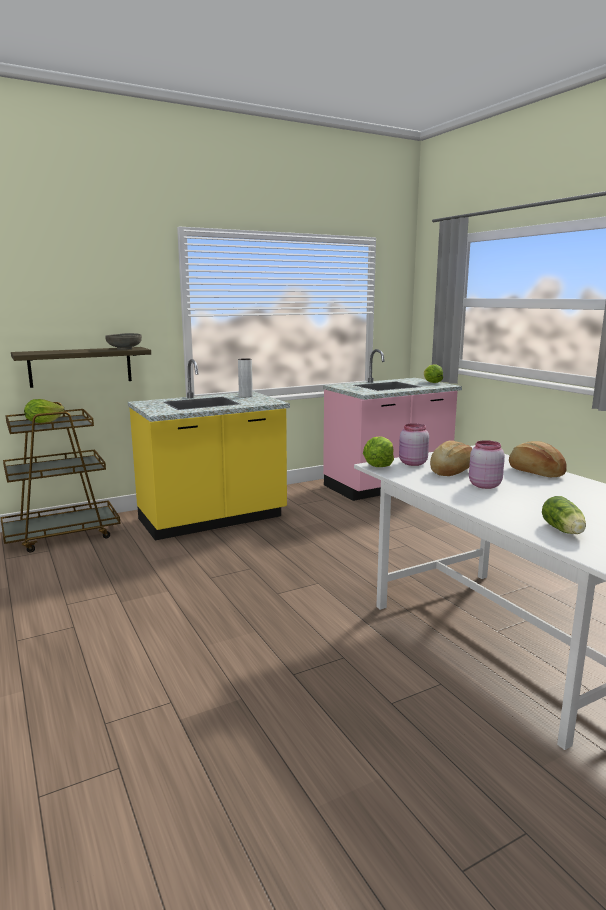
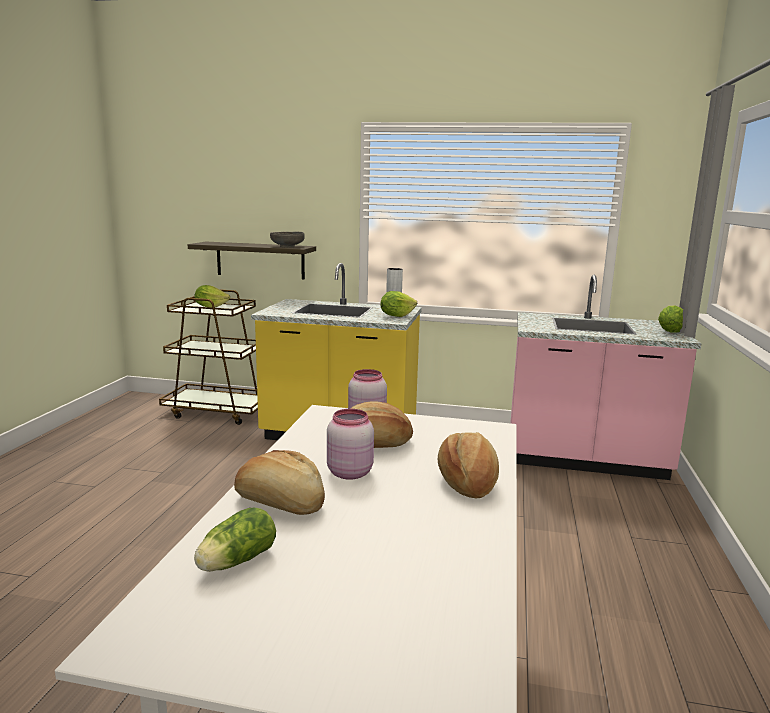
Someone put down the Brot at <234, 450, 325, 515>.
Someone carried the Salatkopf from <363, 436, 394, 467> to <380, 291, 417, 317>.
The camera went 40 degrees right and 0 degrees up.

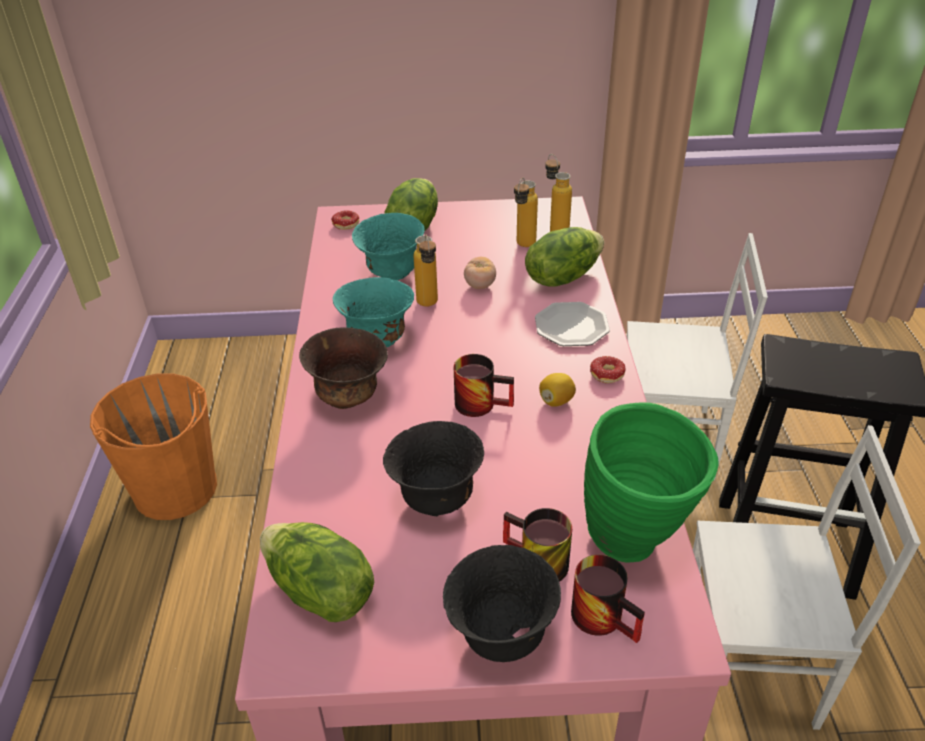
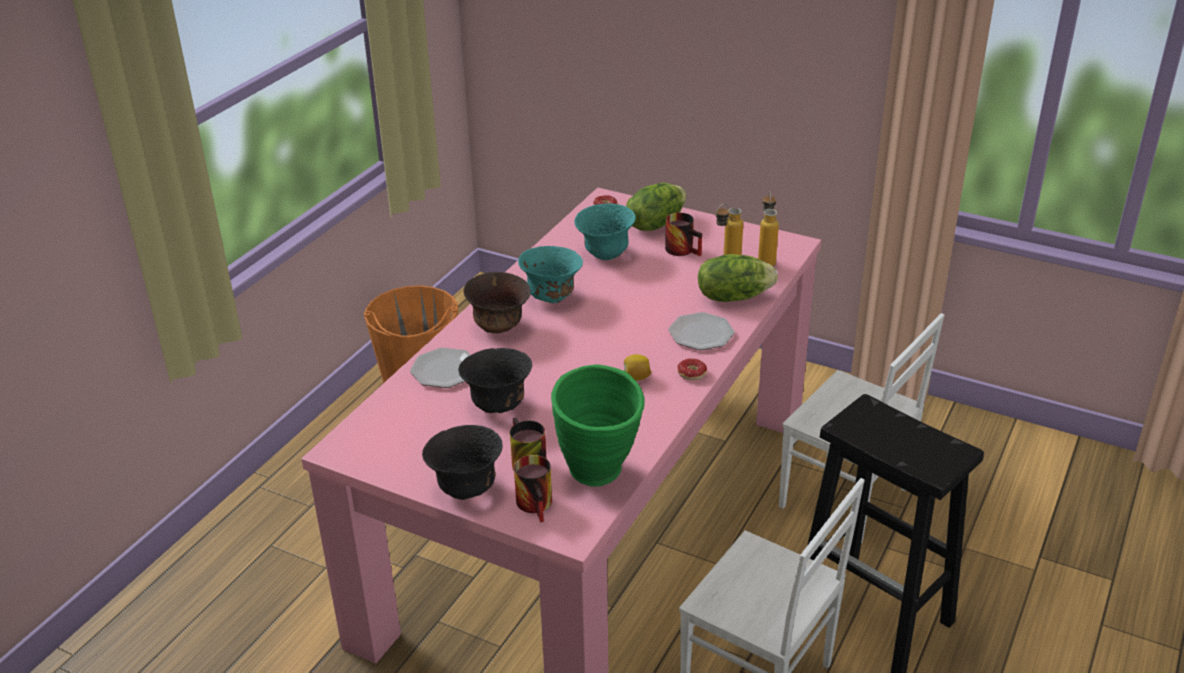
Someone took away the Salatkopf at <260, 522, 374, 622>.
Someone took away the Flasche at <414, 235, 438, 307>.
Someone took away the Tomate at <464, 257, 496, 289>.
Someone put down the Teller at <410, 348, 471, 388>.
Someone carried the Henkelbecher from <454, 354, 514, 417> to <665, 213, 702, 256>.
The camera went 30 degrees right and 5 degrees down.

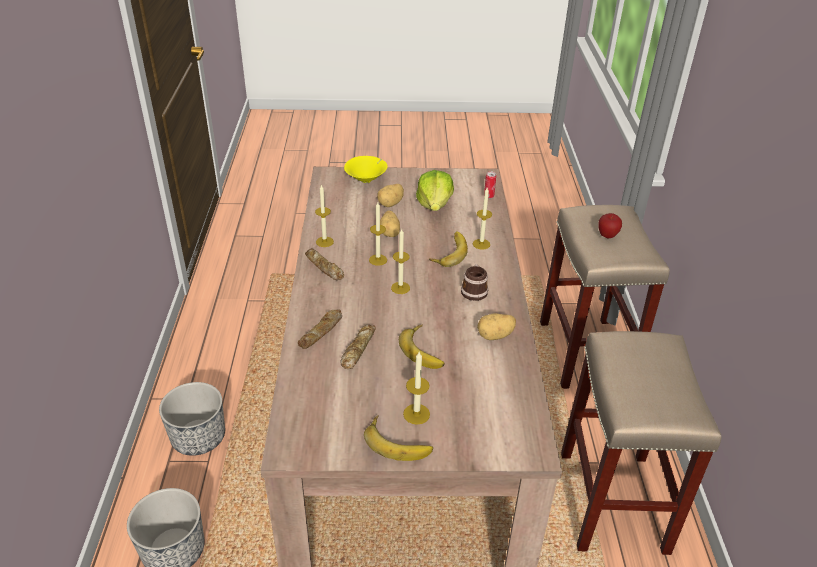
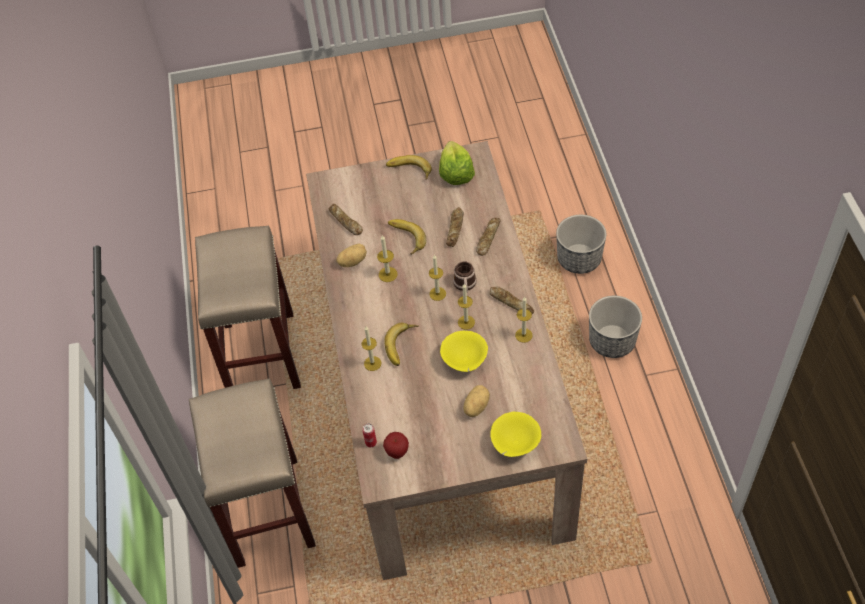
Someone put down the Brot at <329, 204, 363, 235>.
Someone carried the Kerze from <403, 352, 430, 425> to <377, 235, 398, 282>.
Someone carried the Salatkopf from <416, 170, 454, 211> to <439, 141, 475, 185>.
Someone carried the Henkelbecher from <461, 264, 488, 301> to <453, 262, 477, 293>.
Someone carried the Apfel from <598, 213, 622, 238> to <383, 432, 409, 459>.
Someone swapped the Kartoffel at <380, 210, 400, 237> for the Schüssel [gelb] at <440, 331, 488, 372>.
The camera went 175 degrees right and 15 degrees up.

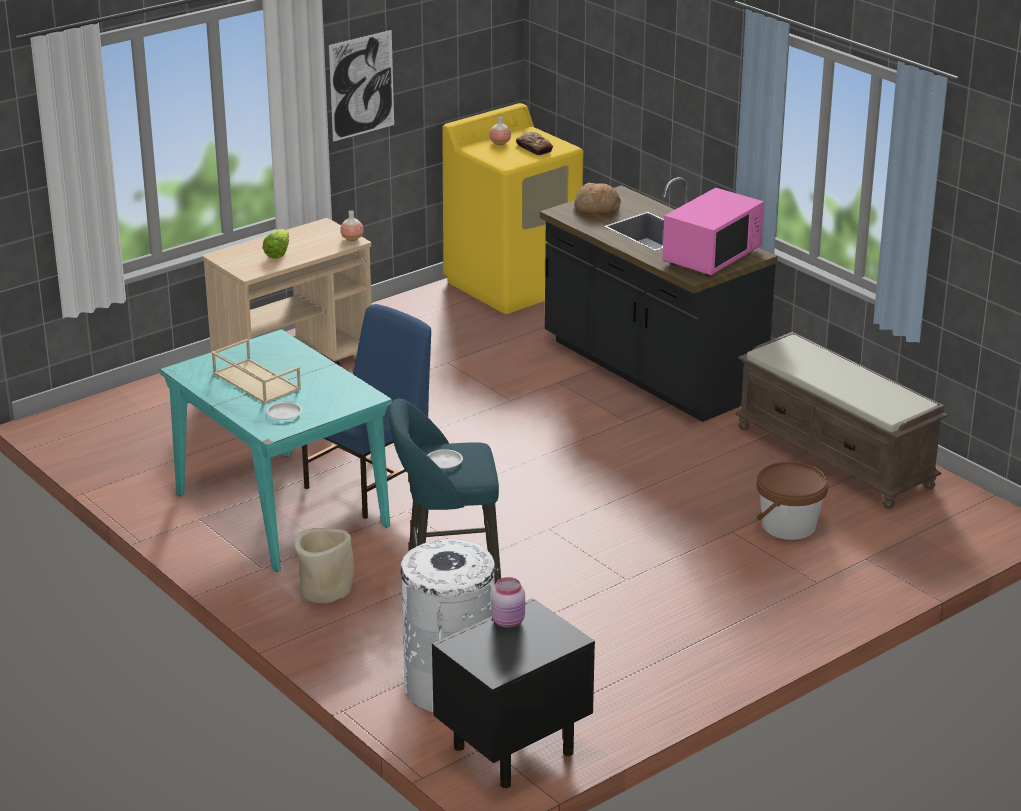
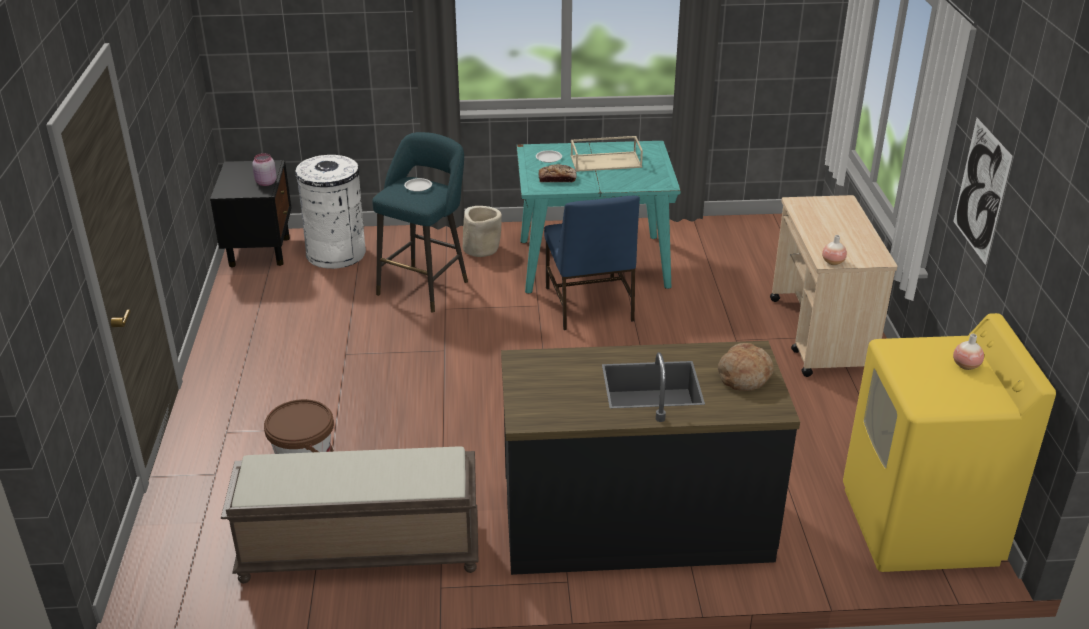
Someone took away the Salatkopf at <263, 229, 289, 259>.
Someone took away the Mikrowelle [rosa] at <662, 188, 764, 277>.
Someone carried the Brot from <516, 132, 553, 155> to <539, 164, 577, 182>.
The camera went 125 degrees right and 5 degrees up.

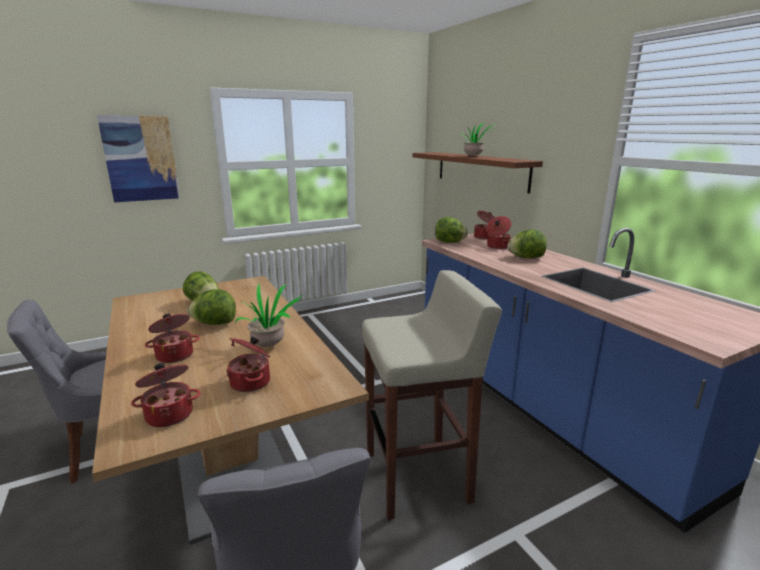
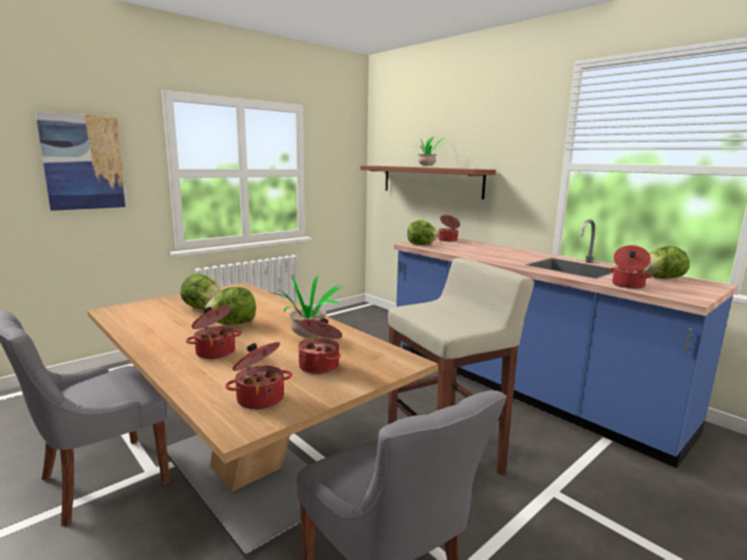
Someone carried the Kochtopf from <487, 216, 511, 249> to <608, 245, 653, 289>.
Someone carried the Salatkopf from <507, 229, 547, 258> to <644, 246, 690, 279>.
The camera went 15 degrees left and 5 degrees down.

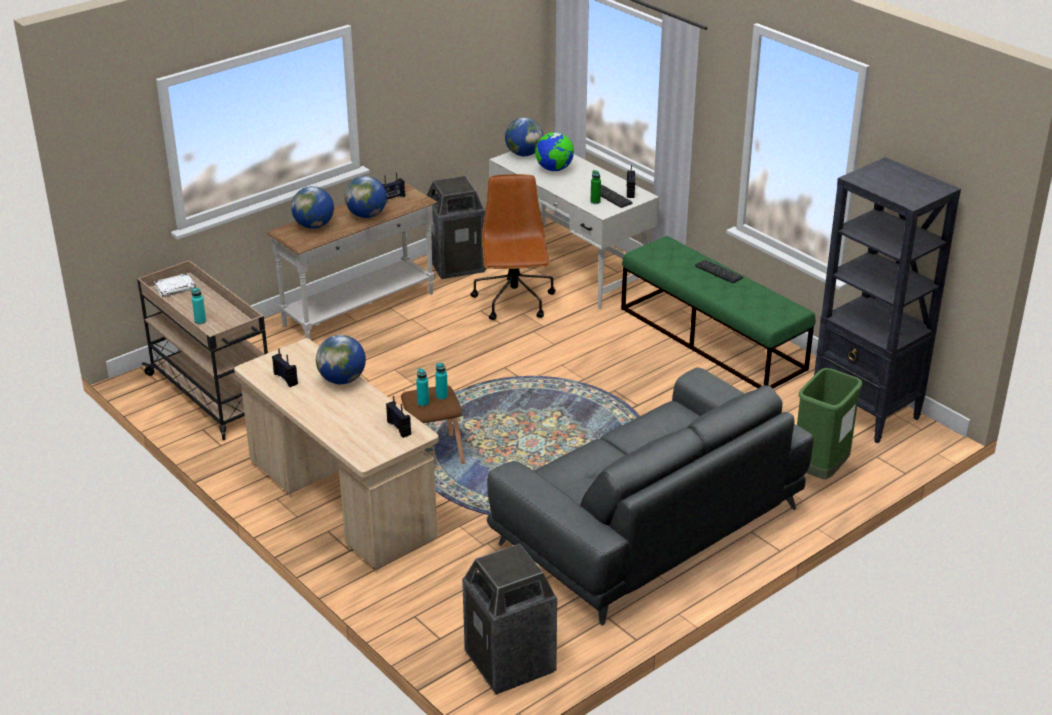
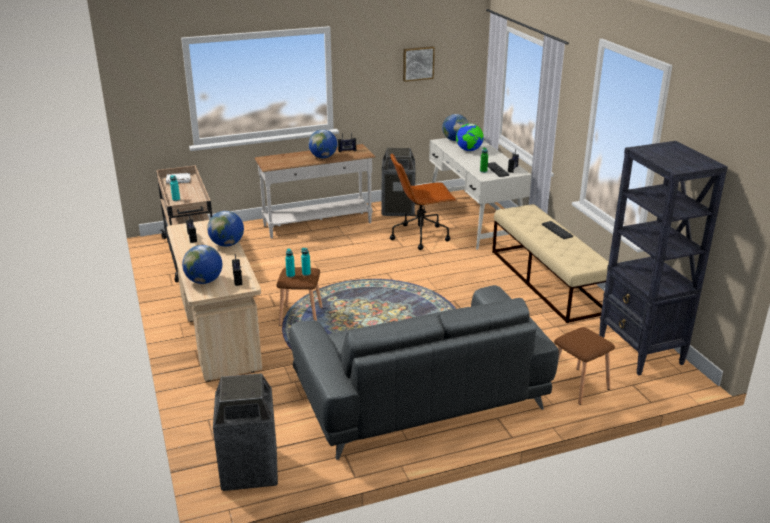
Someone put up the Bild at <403, 46, 435, 82>.
Someone carried the Globus from <291, 186, 334, 229> to <182, 245, 222, 284>.
Someone swapped the Mülleimer [grün] at <797, 368, 862, 479> for the Hocker [braun] at <550, 327, 615, 405>.
Someone repainted the Bank [grün] at <621, 236, 815, 389>, which became the Bank [beige] at <492, 204, 609, 323>.
Someone rotated the Bürostuhl [braun] at <470, 174, 556, 320> by 120 degrees counterclockwise.
The camera went 20 degrees right and 5 degrees down.

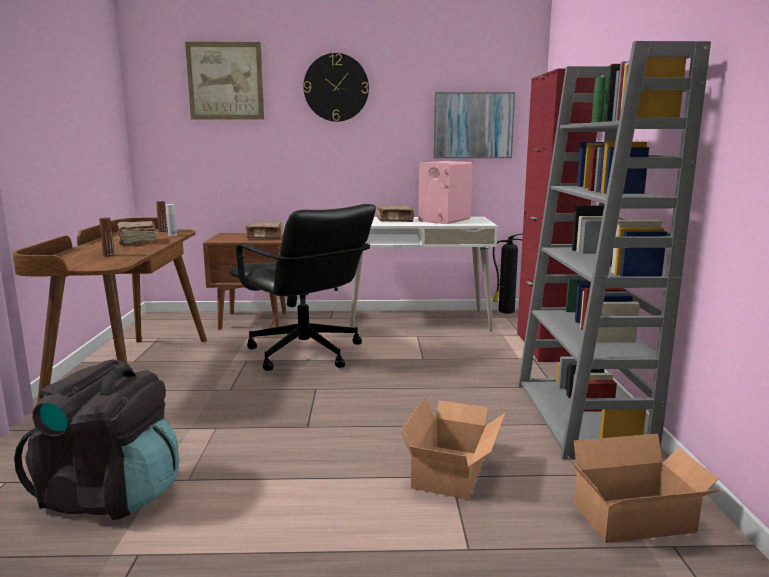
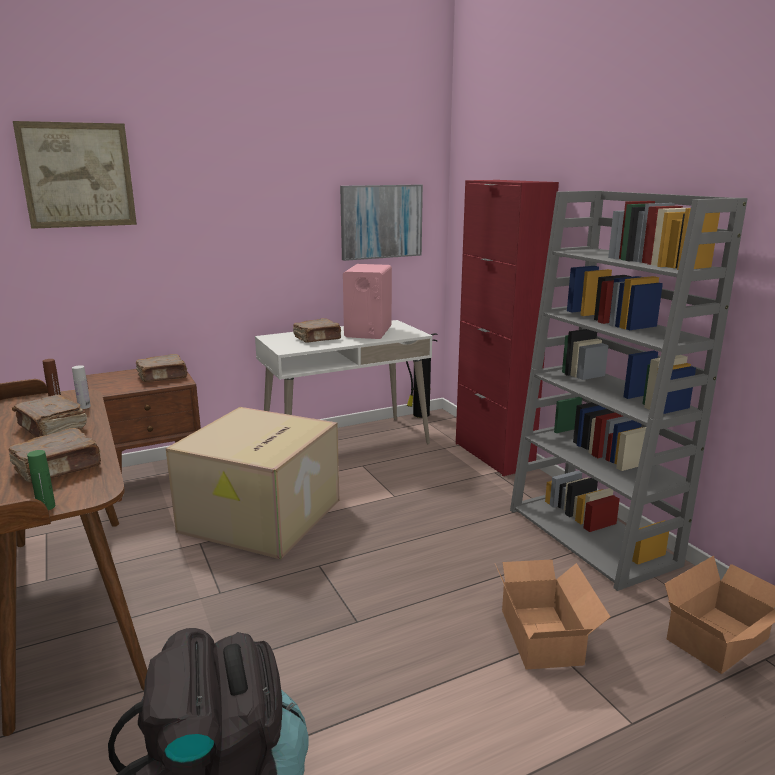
Someone took away the Wanduhr at <303, 53, 369, 122>.
Someone carried the Flasche [grün] from <592, 77, 607, 123> to <27, 450, 56, 510>.
Someone swapped the Flasche [braun] at <99, 217, 115, 257> for the Buch [braun] at <8, 428, 101, 483>.
Someone swapped the Bürostuhl [schwarz] at <229, 204, 376, 371> for the Karton at <166, 407, 340, 559>.
The camera went 25 degrees left and 5 degrees up.

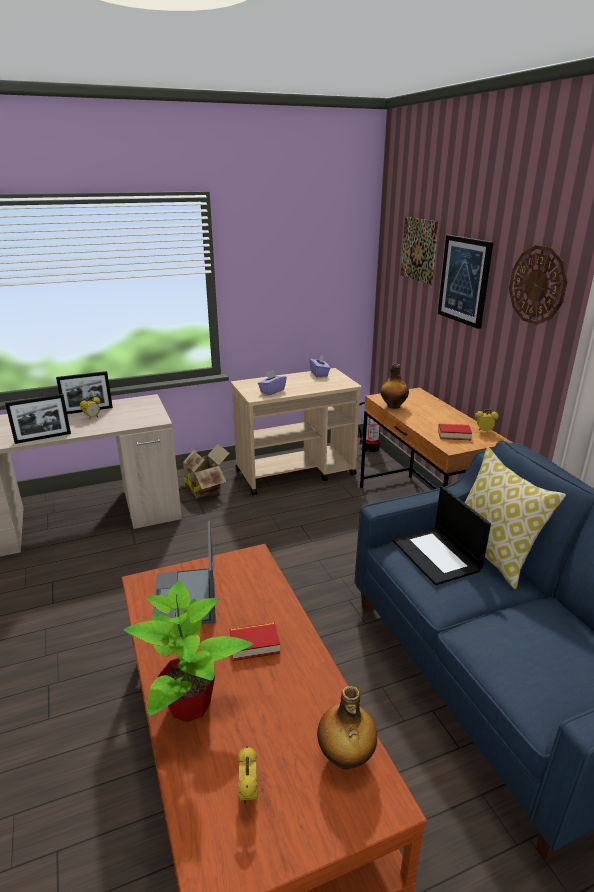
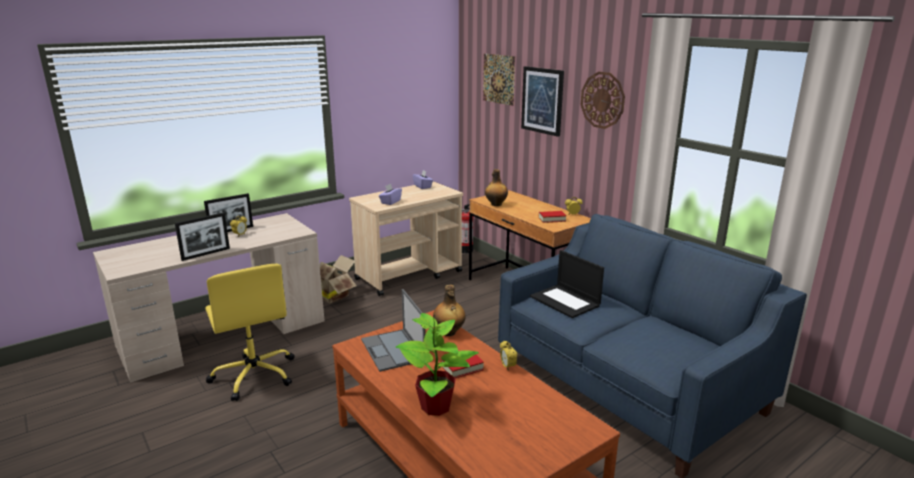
Someone took away the Kissen at <465, 447, 566, 589>.
Someone put down the Bürostuhl [gelb] at <205, 264, 295, 401>.
Someone carried the Wecker from <238, 746, 258, 804> to <500, 341, 517, 371>.
Someone carried the Flasche from <317, 686, 377, 769> to <433, 285, 466, 336>.
The camera went 15 degrees left and 5 degrees down.

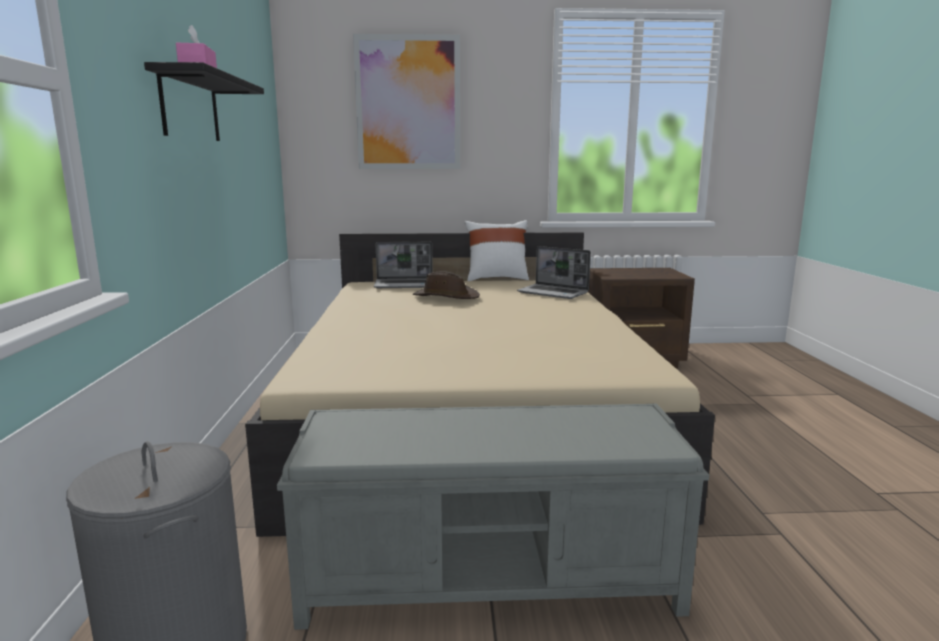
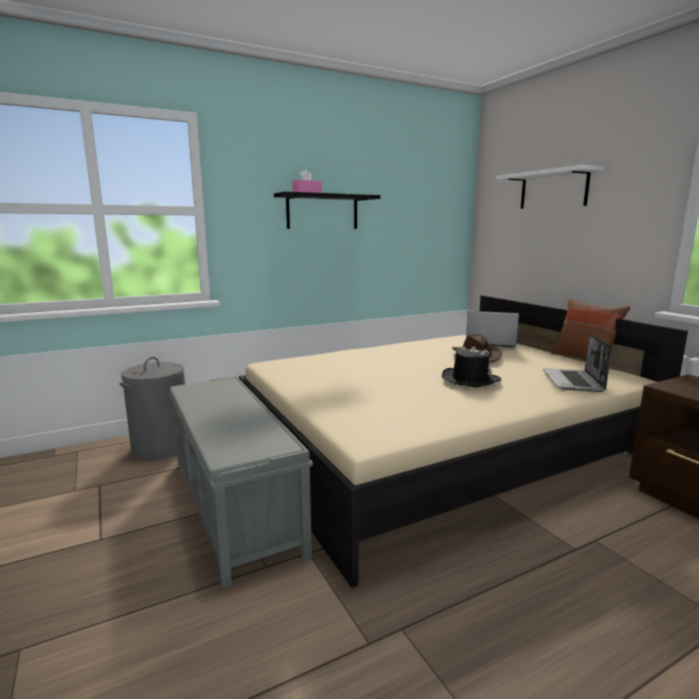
Someone put down the Hut [schwarz] at <442, 345, 501, 387>.
Someone swapped the Bild at <353, 34, 460, 169> for the Wandregal [weiß] at <496, 165, 603, 209>.
Someone repainted the Kissen [weiß] at <464, 220, 529, 281>, which became the Kissen [braun] at <551, 298, 630, 359>.
Someone rotated the Laptop at <374, 242, 433, 288> by 135 degrees clockwise.
The camera went 65 degrees right and 0 degrees up.

